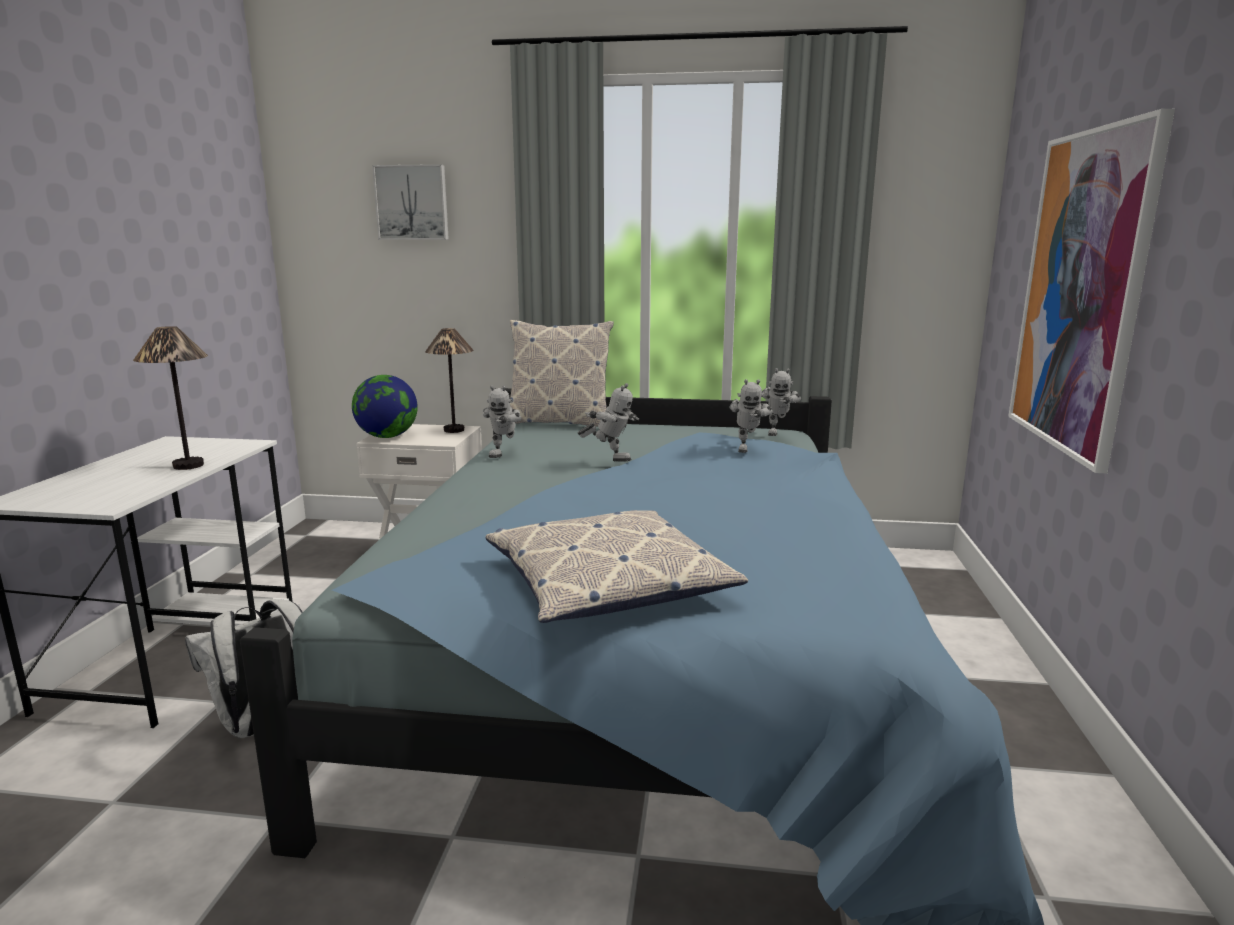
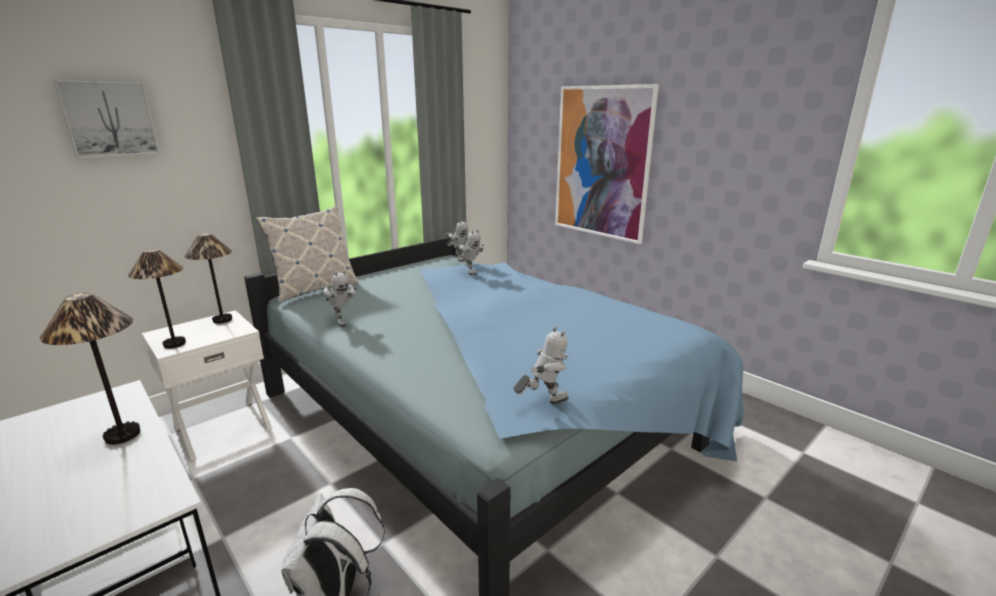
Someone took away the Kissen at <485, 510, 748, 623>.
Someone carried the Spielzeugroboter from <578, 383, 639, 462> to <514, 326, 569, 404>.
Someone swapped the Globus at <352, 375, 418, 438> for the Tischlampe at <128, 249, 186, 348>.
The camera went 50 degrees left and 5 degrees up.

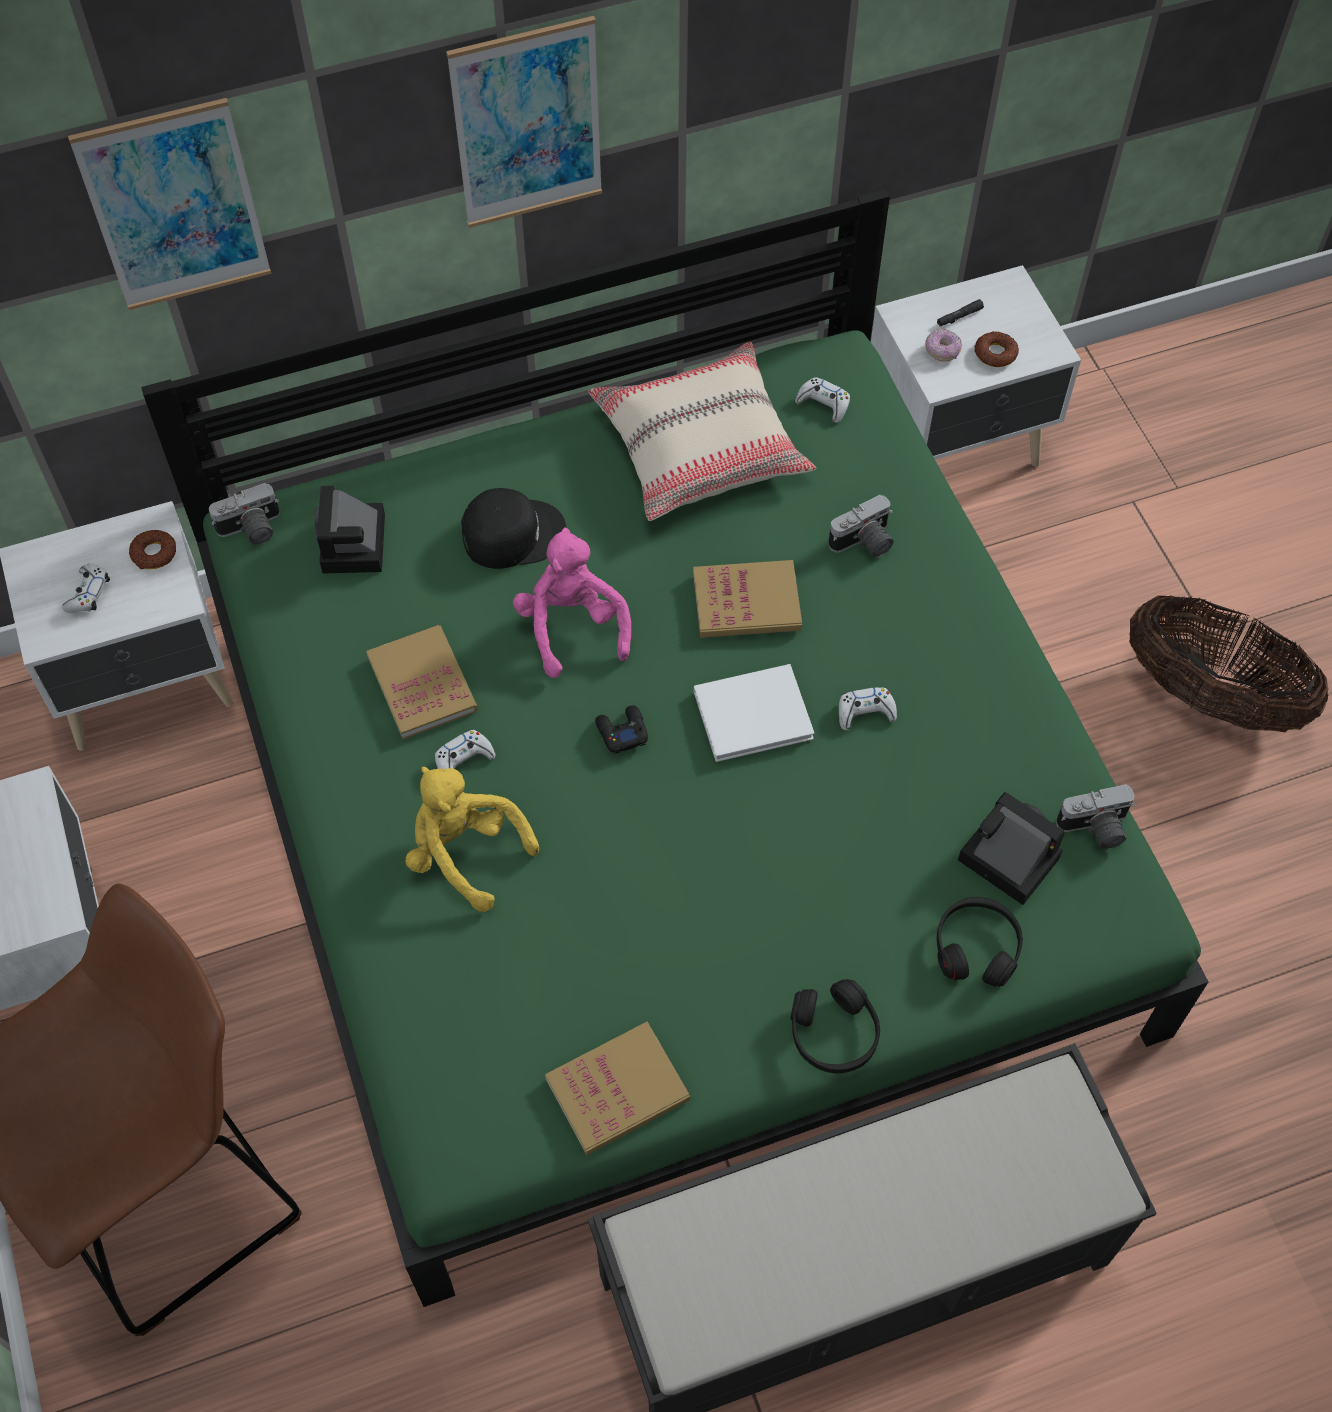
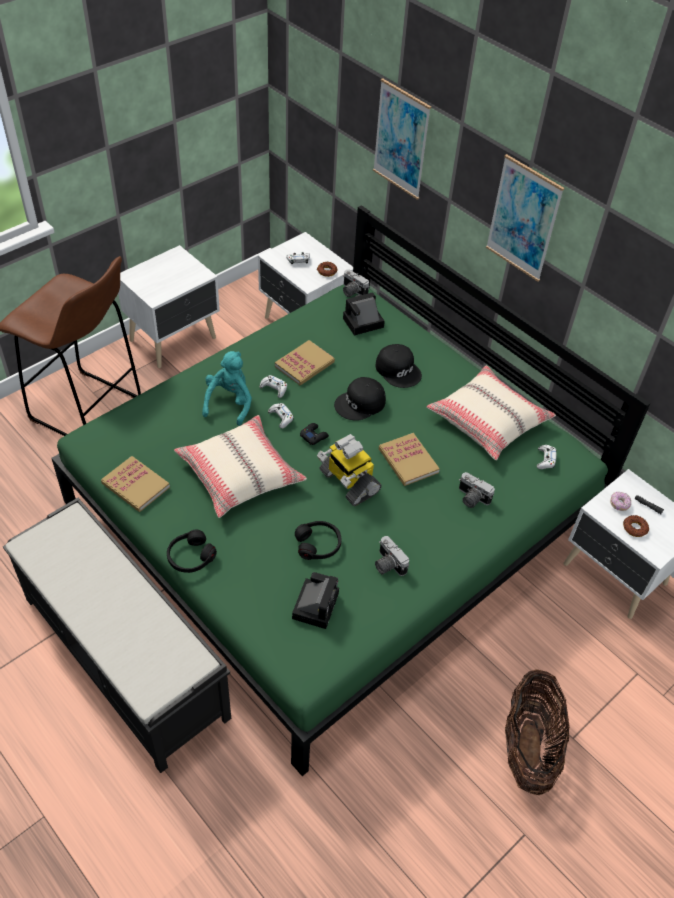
Someone put down the Kissen [beige] at <174, 415, 307, 518>.
Someone carried the Gamepad [weiß] from <839, 687, 897, 730> to <268, 403, 294, 429>.
Someone carried the Kopfhörer [schwarz] from <937, 897, 1023, 987> to <295, 521, 342, 560>.
Someone carried the Kamera from <1056, 784, 1135, 849> to <375, 536, 409, 576>.
Someone swapped the Plüschtier [rosa] at <513, 527, 631, 678> for the Kappe [schwarz] at <334, 377, 386, 421>.
Someone swapped the Buch [weiß] at <694, 664, 815, 762> for the Spielzeugroboter at <317, 434, 381, 506>.
Someone repainted the Plüschtier [gelb] at <405, 767, 539, 912>, which became the Plüschtier [türkis] at <202, 351, 252, 426>.
The camera went 65 degrees right and 10 degrees down.

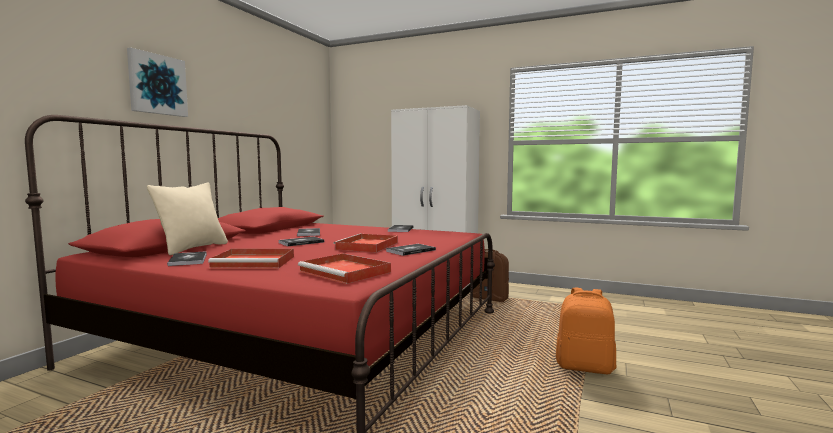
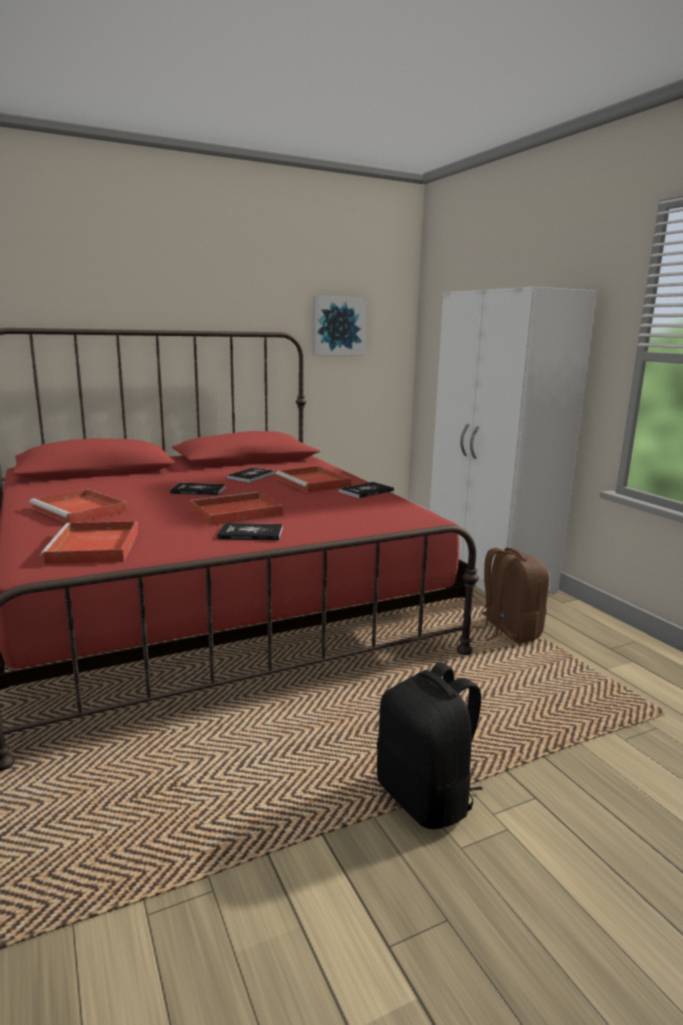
Someone took away the Kissen [beige] at <147, 182, 228, 255>.
Someone took away the Buch at <167, 251, 207, 266>.
Someone put down the Tablett [rot] at <276, 466, 351, 493>.
Someone carried the Bild from <127, 48, 188, 117> to <313, 295, 366, 355>.
Someone repainted the Rucksack [orange] at <556, 288, 617, 375>, which became the Rucksack [schwarz] at <377, 662, 483, 829>.
The camera went 40 degrees right and 10 degrees up.

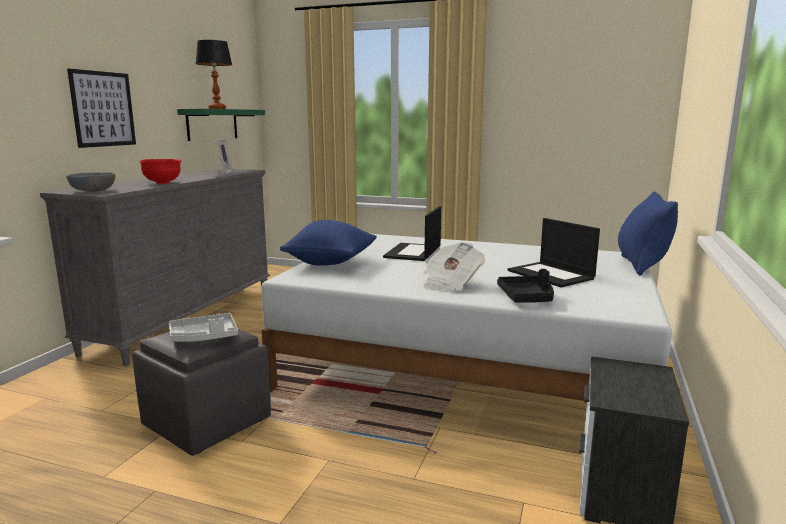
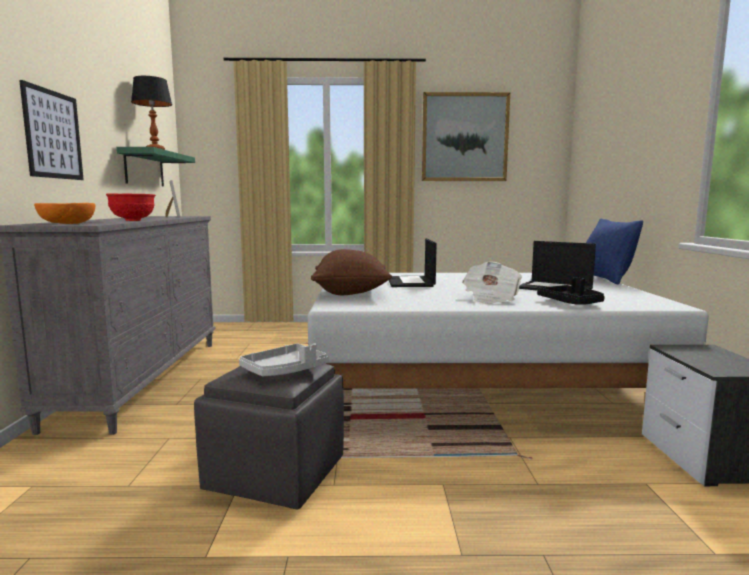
Someone put up the Bild at <422, 92, 510, 181>.
Someone repainted the Schüssel [grau] at <66, 172, 115, 192>, which became the Schüssel [orange] at <34, 203, 95, 224>.
Someone repainted the Kissen [blau] at <280, 220, 377, 266>, which became the Kissen [braun] at <311, 249, 392, 295>.
The camera went 20 degrees left and 5 degrees down.

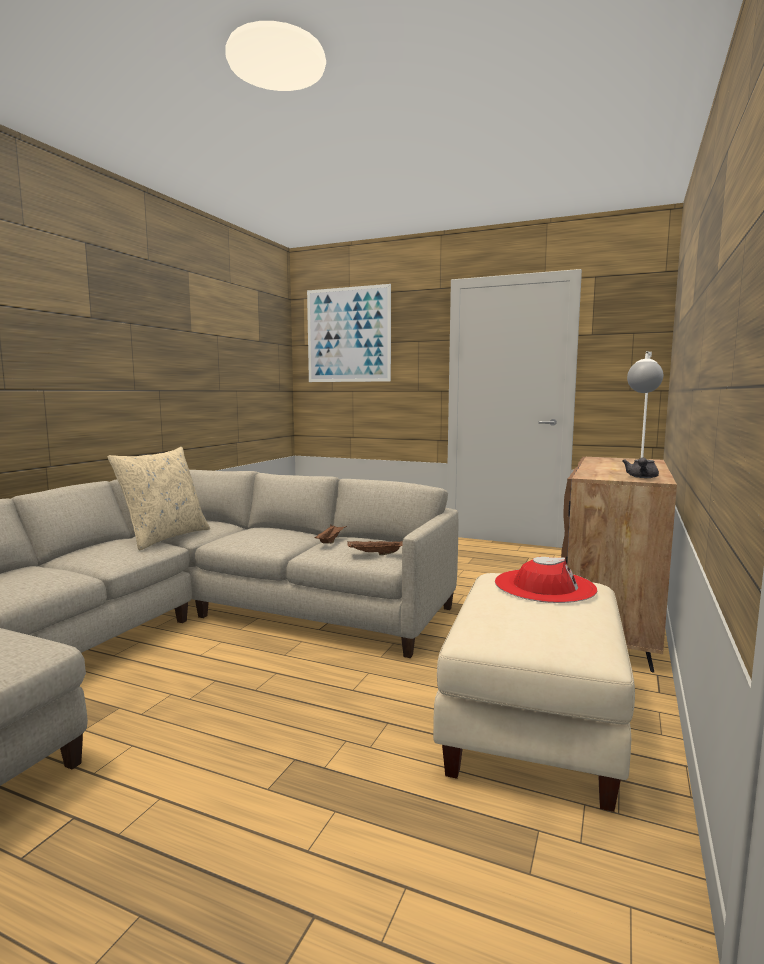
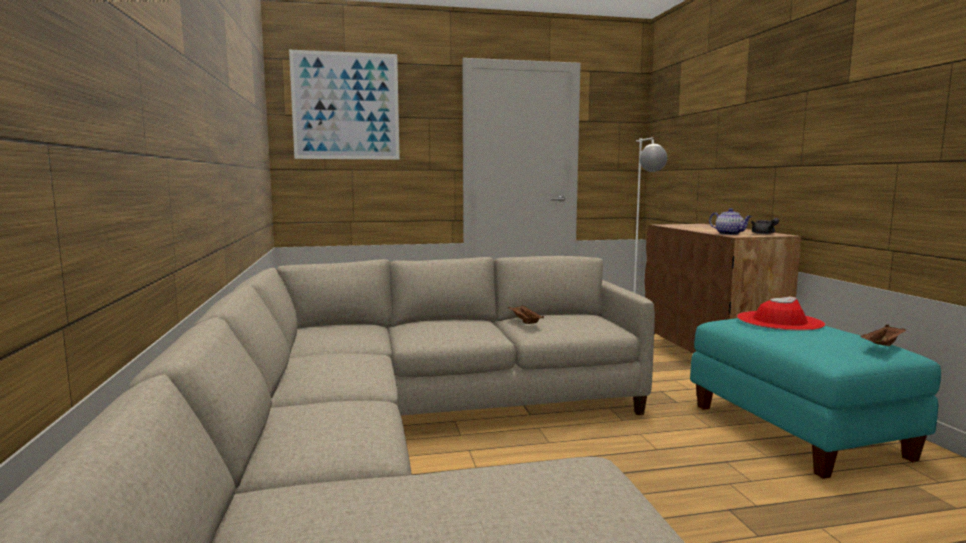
Someone took away the Kissen [beige] at <108, 447, 210, 551>.
Someone put down the Teekanne at <709, 208, 752, 235>.
Someone carried the Tablett [braun] from <347, 541, 403, 555> to <861, 325, 907, 346>.
Someone repainted the Polsterhocker [beige] at <433, 573, 635, 812>, which became the Polsterhocker [türkis] at <690, 318, 941, 479>.
The camera went 35 degrees left and 0 degrees up.

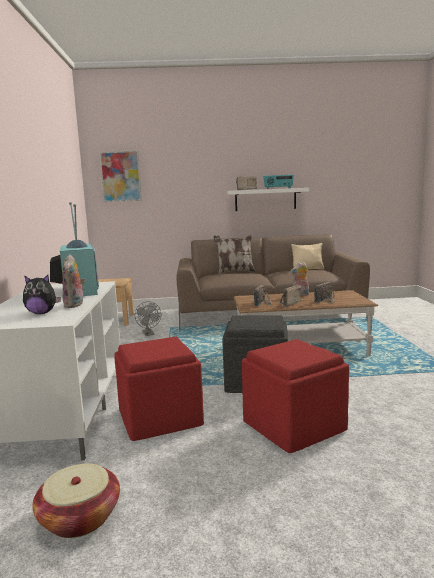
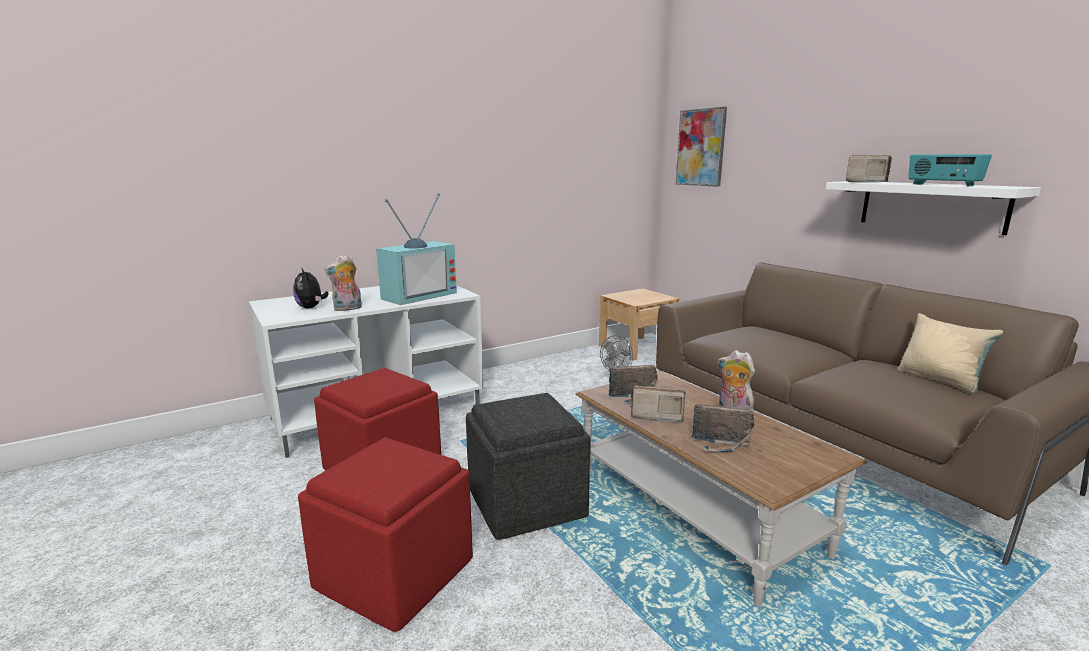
Someone took away the Korb at <33, 463, 120, 538>.
Someone took away the Kissen at <213, 235, 256, 274>.
The camera went 60 degrees right and 5 degrees up.

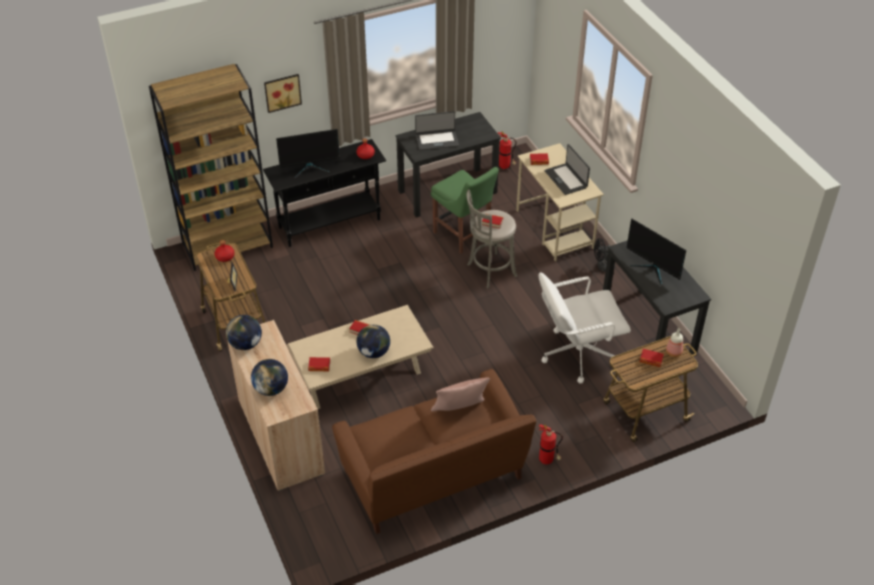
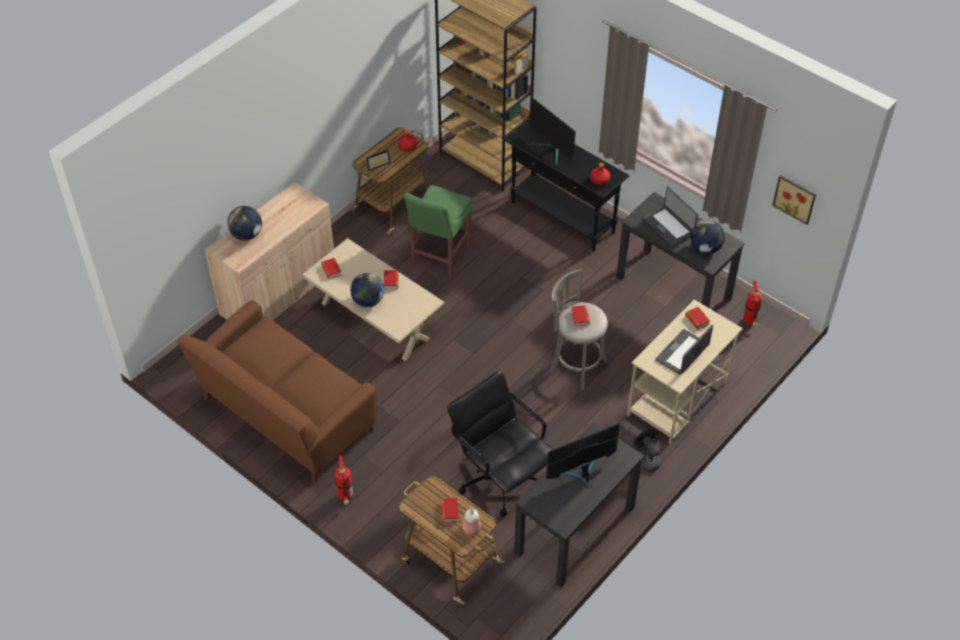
Someone took away the Kissen [rosa] at <431, 377, 491, 411>.
Someone carried the Globus from <226, 315, 262, 350> to <690, 220, 725, 254>.
Someone carried the Bild from <264, 74, 302, 113> to <772, 175, 816, 224>.
Someone carried the Stuhl [grün] from <431, 167, 499, 254> to <404, 185, 473, 276>.
Someone repainted the Bürostuhl [weiß] at <538, 272, 631, 384>, which became the Bürostuhl [schwarz] at <447, 370, 552, 517>.
Someone rotated the Monitor at <626, 219, 686, 285> by 45 degrees clockwise.
The camera went 65 degrees right and 5 degrees up.

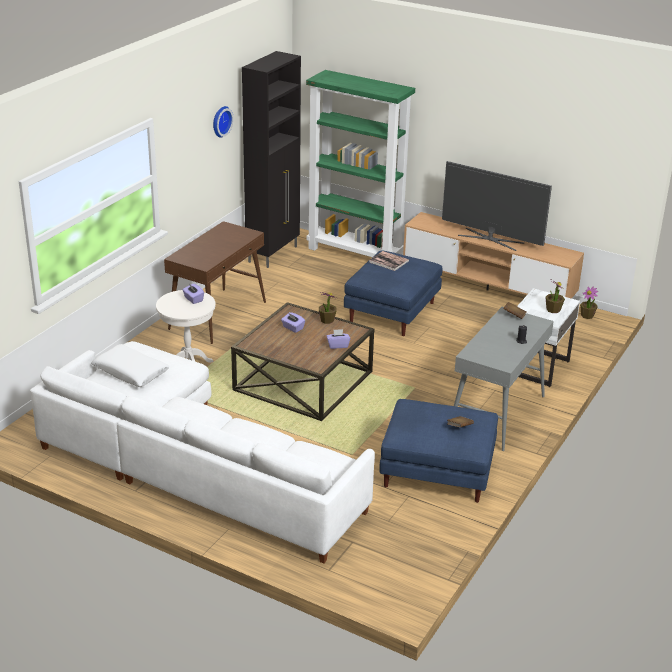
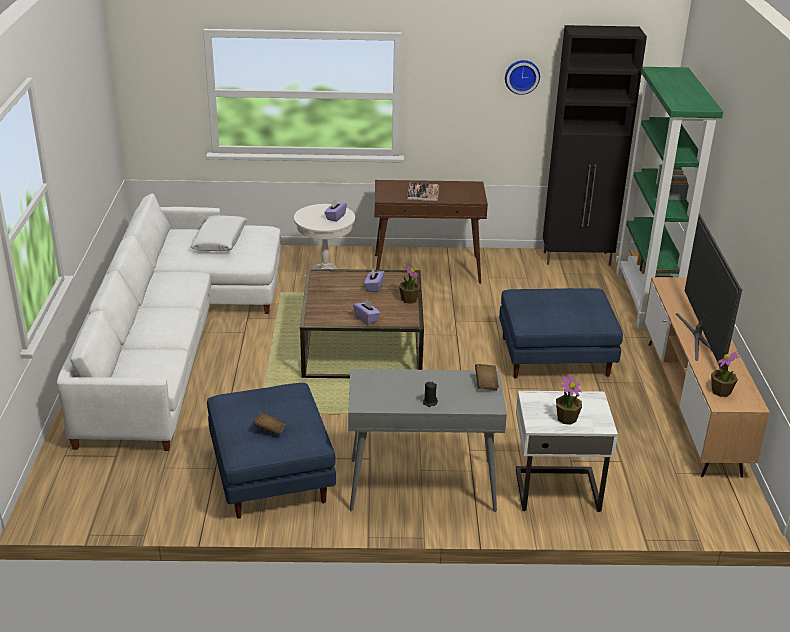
Someone carried the Buch from <369, 251, 409, 271> to <407, 183, 439, 201>.
Someone carried the Topfpflanze from <580, 286, 598, 319> to <711, 351, 740, 397>.
The camera went 60 degrees right and 0 degrees up.

